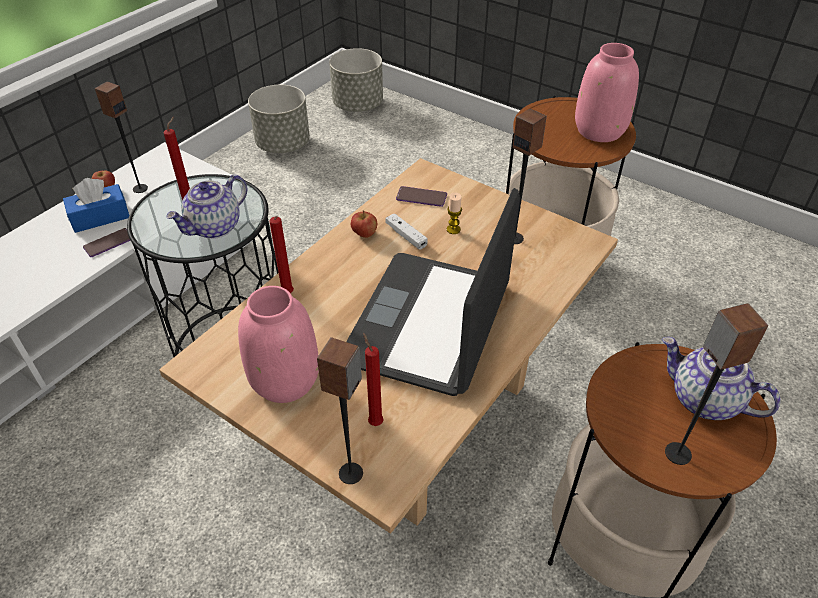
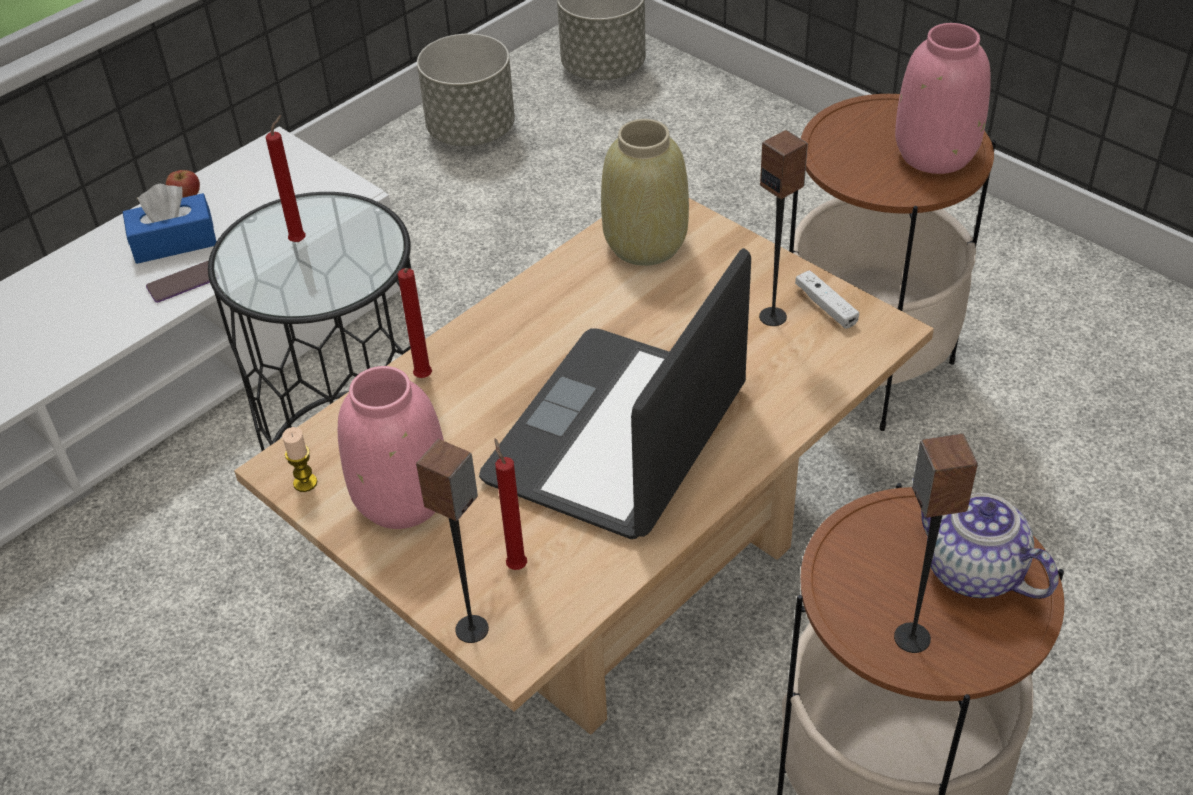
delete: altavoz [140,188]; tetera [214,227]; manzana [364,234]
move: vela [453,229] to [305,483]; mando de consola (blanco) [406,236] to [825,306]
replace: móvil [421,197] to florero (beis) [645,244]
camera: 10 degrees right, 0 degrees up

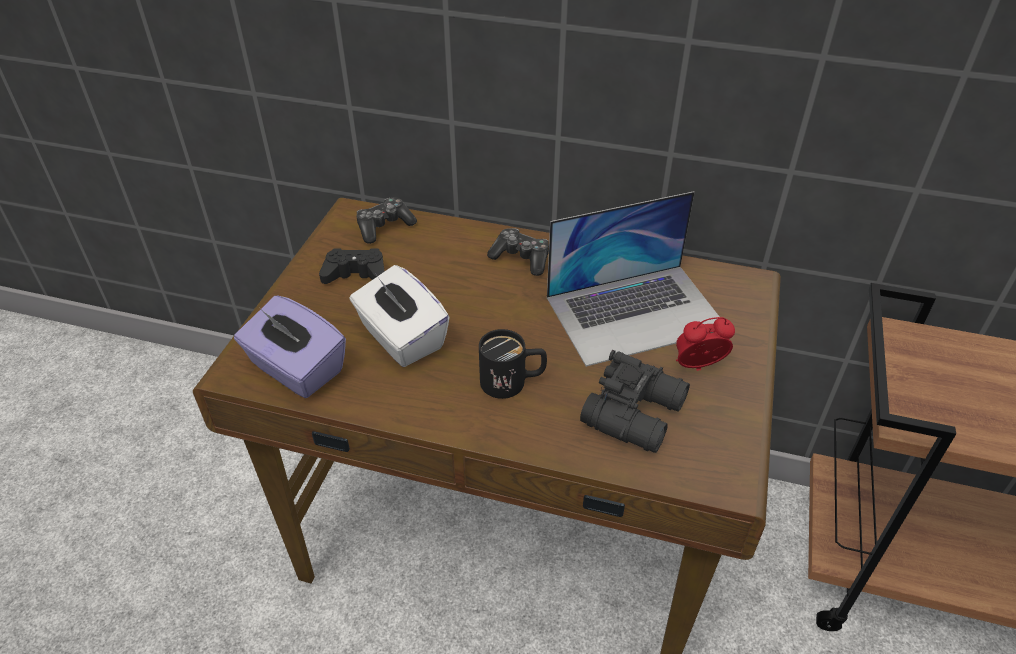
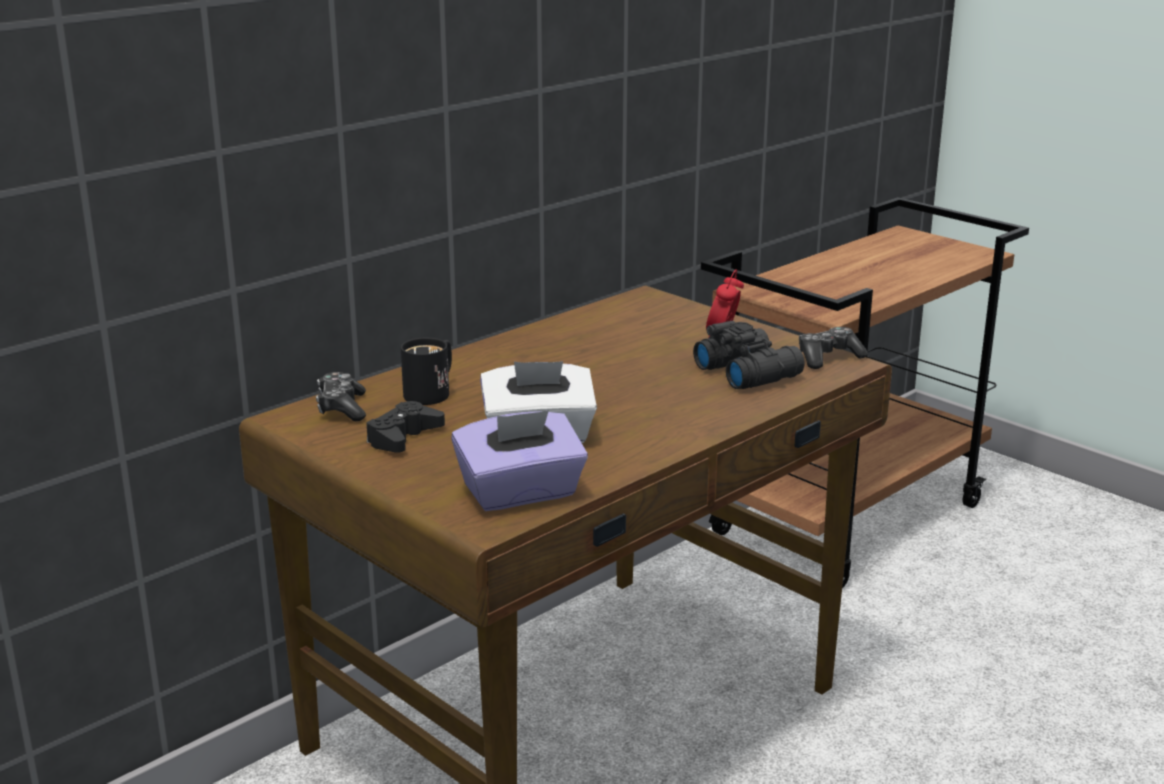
delete: portátil [636,313]
move: taza grande (negro) [512,382] to [432,392]; mando de consola [521,258] to [828,358]
camera: 60 degrees left, 20 degrees down

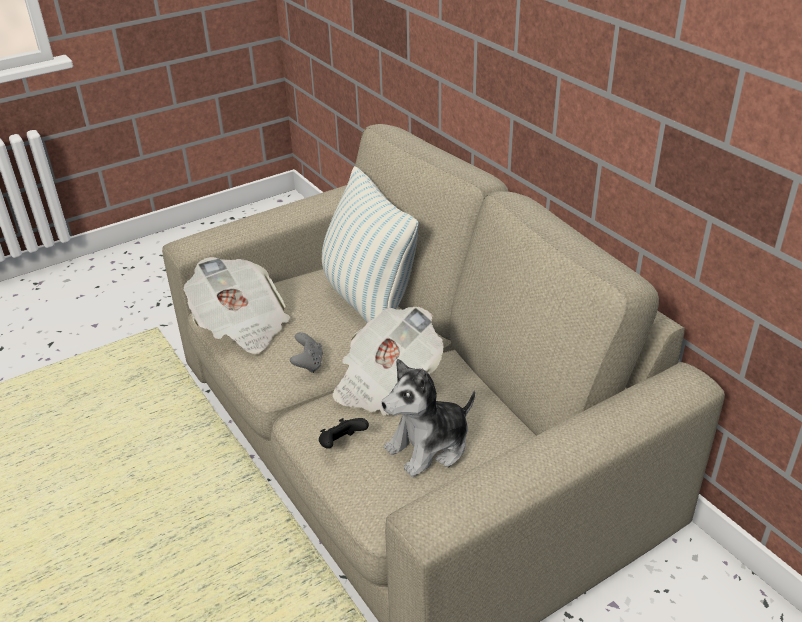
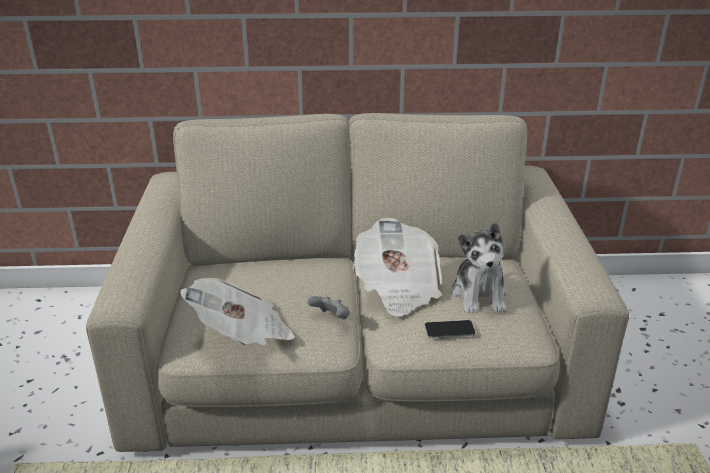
delete: cojín [368,300]
replace: mando de consola (negro) [341,444] to móvil [449,329]
camera: 60 degrees left, 5 degrees down

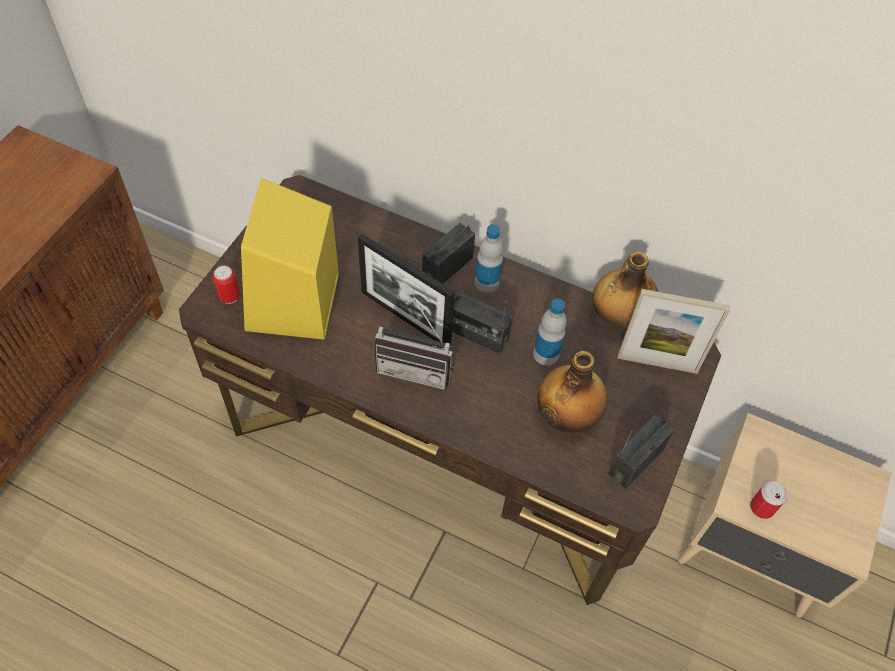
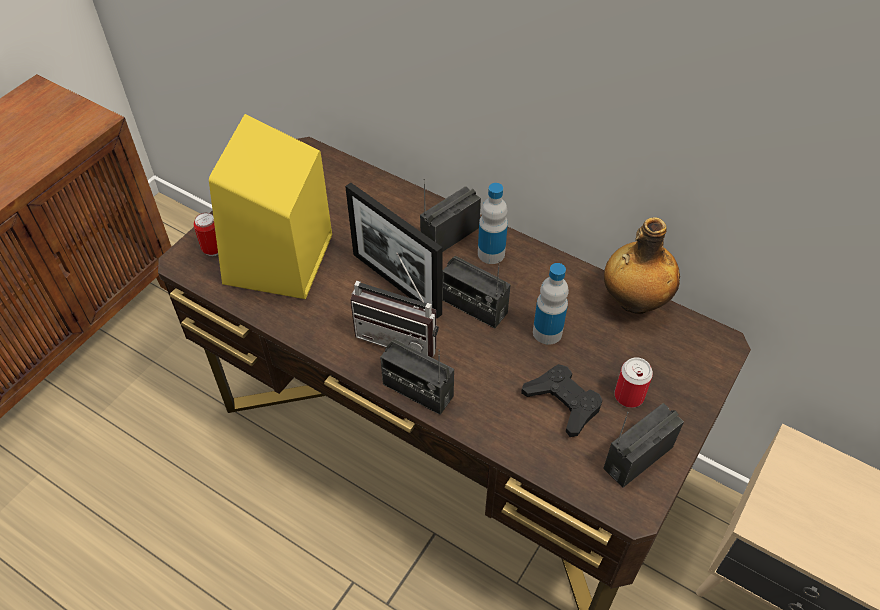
delete: portarretratos [657,363]
insert: radio [417,390]
move: lata [762,507] to [629,396]
replace: botella [567,417] to mando de consola (negro) [563,402]
camera: 10 degrees right, 5 degrees down

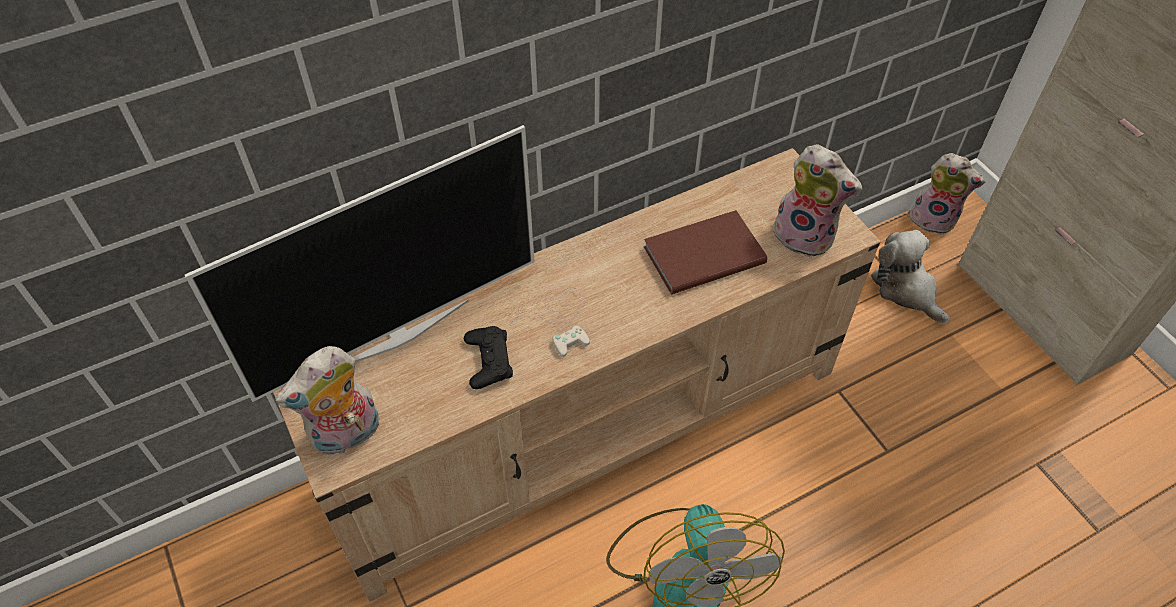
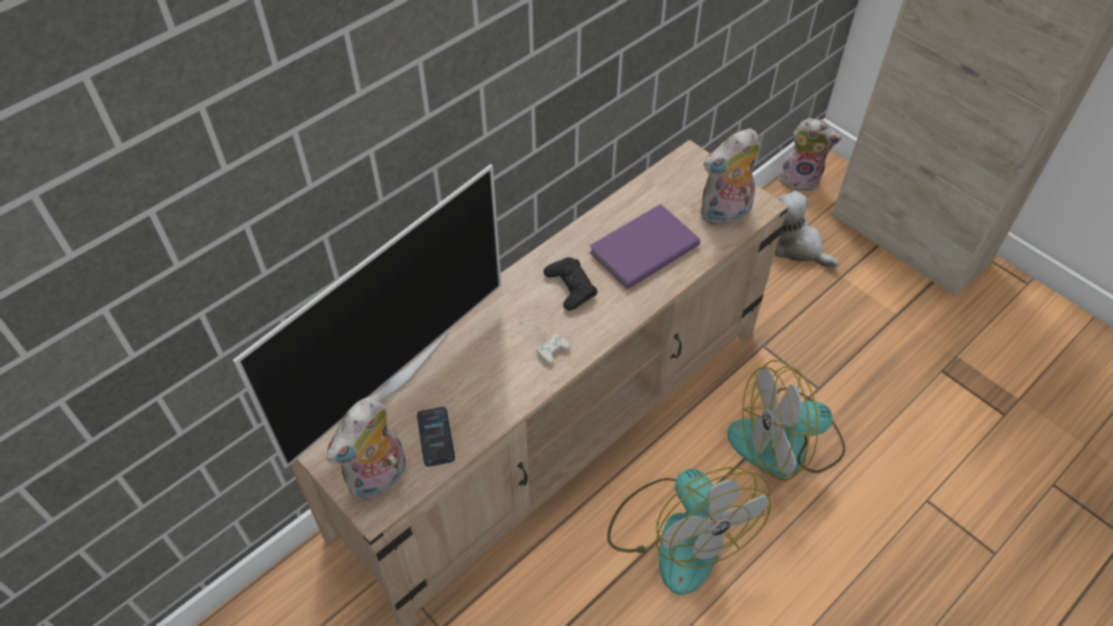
insert: móvil [435,437]; ventilador [786,444]
move: mando de consola (negro) [488,361] to [570,287]
recolor: libro (marrón) [701,254] to libro (morado) [641,248]
rotate: peluche [806,235] = [725,214] 135 degrees clockwise
camera: 15 degrees left, 0 degrees up

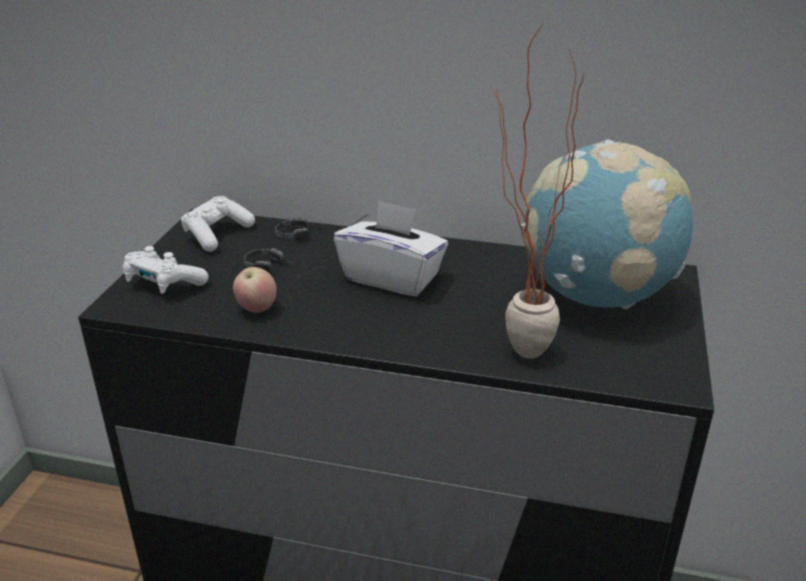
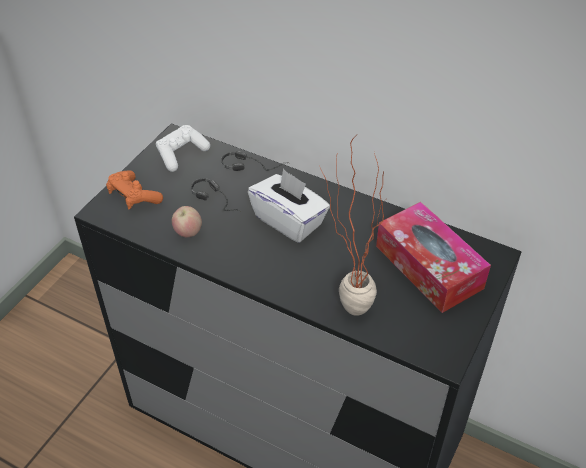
replace: globo terráqueo [596,296] to caja de pañuelos [428,267]
recolor: mando de consola (blanco) [164,284] to mando de consola (naranja) [134,197]
camera: 15 degrees right, 15 degrees up

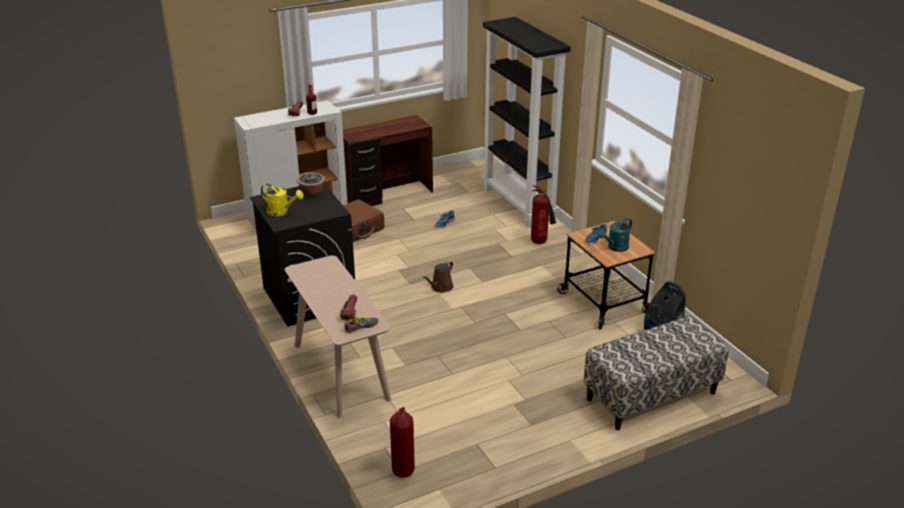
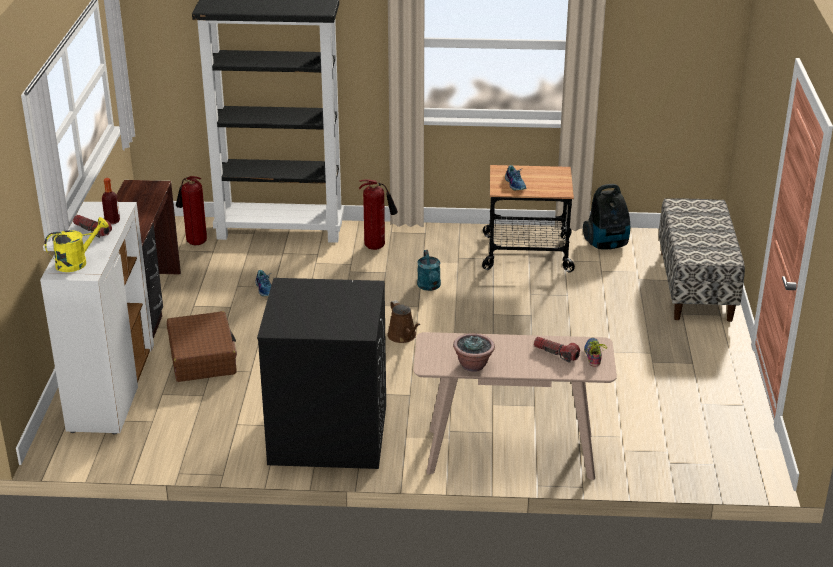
move: regadera (amarillo) [282,212] to [77,262]; extintor [403,470] to [194,242]; regadera (turquesa) [615,248] to [430,287]; planta en maceta [312,194] to [473,365]
camera: 60 degrees left, 0 degrees up

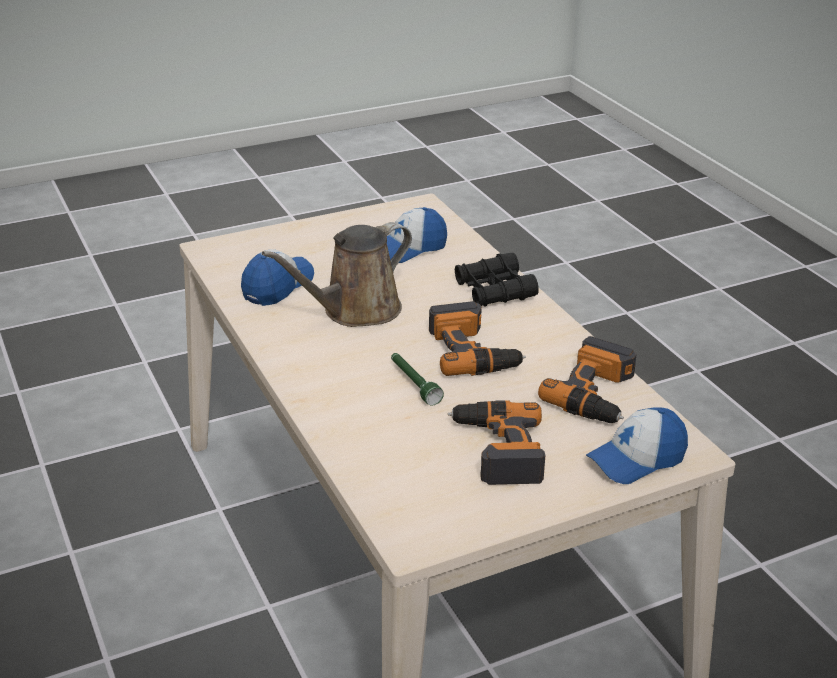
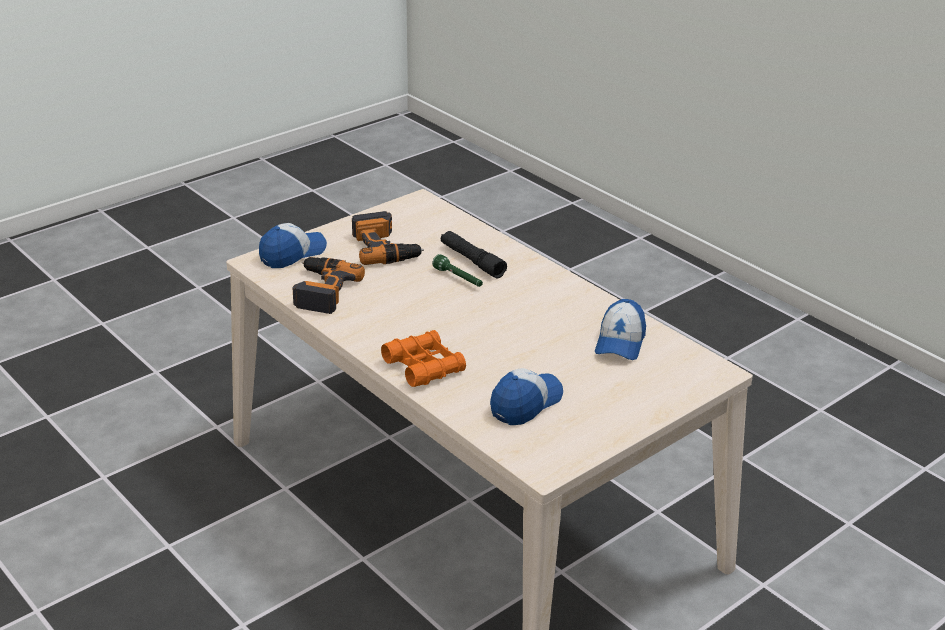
delete: regadera (marrón) [355,311]; taladro [473,351]
insert: linterna (negro) [472,261]
recolor: prismáticos (negro) [494,290] to prismáticos (naranja) [424,367]
camera: 165 degrees right, 0 degrees up

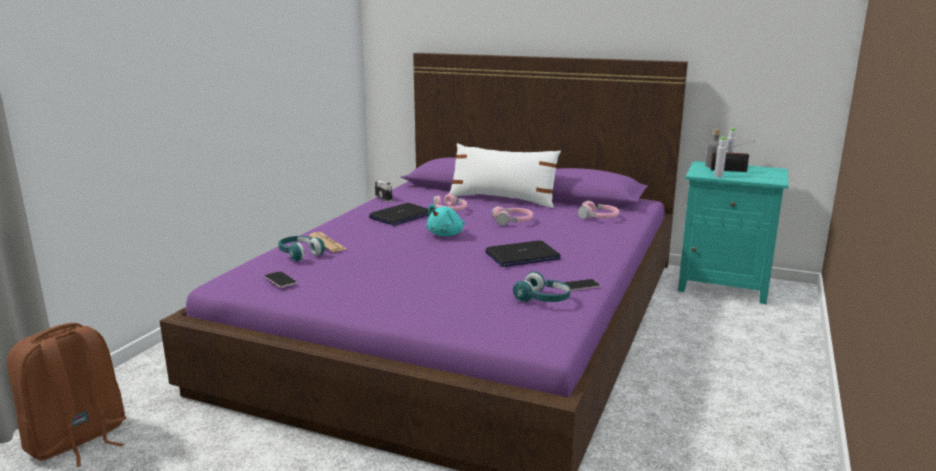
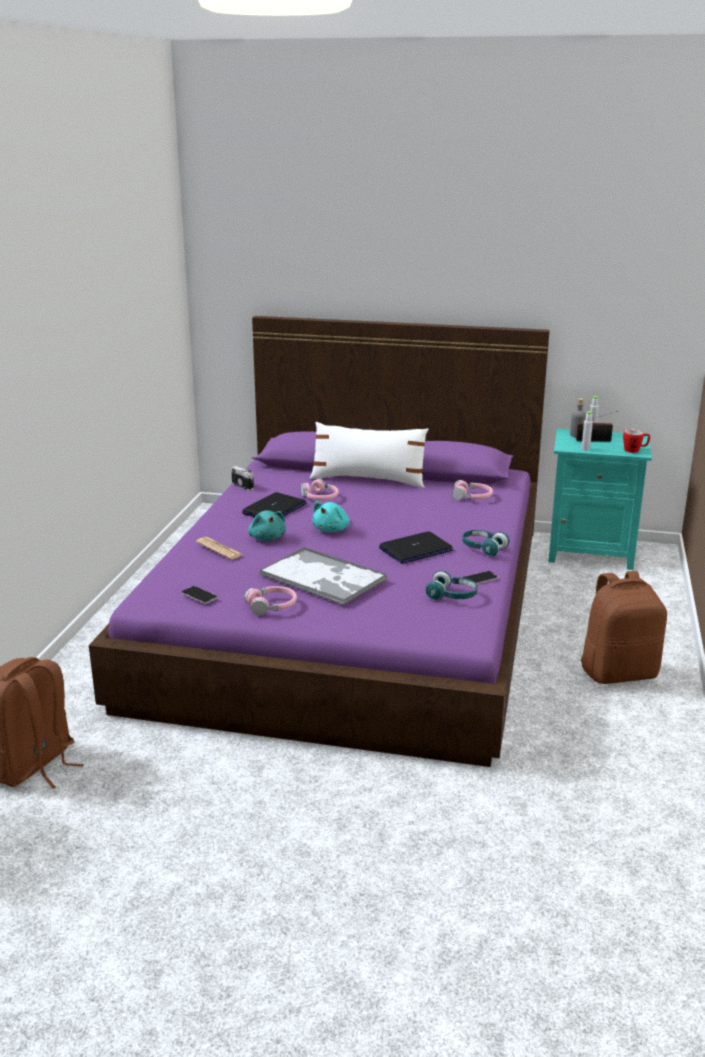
insert: peluche (turquesa) [267,538]; bandeja [324,577]; mochila (marrón) [618,672]; taza grande [635,450]
move: auriculares (rosa) [513,221] to [272,606]; auriculares (turquesa) [300,254] to [483,548]
camera: 10 degrees left, 5 degrees up

